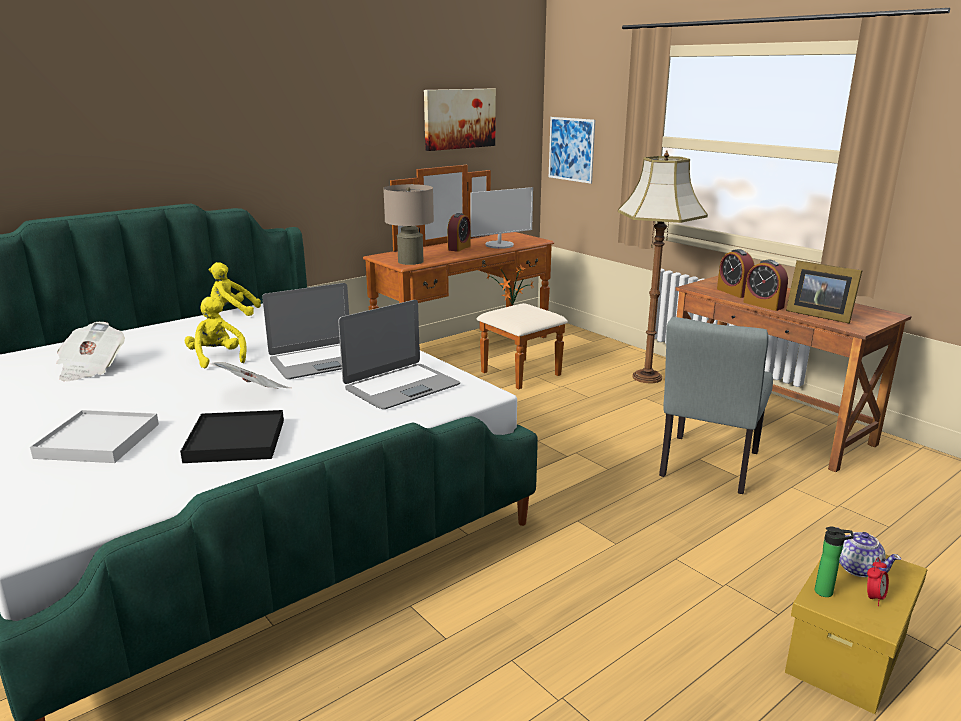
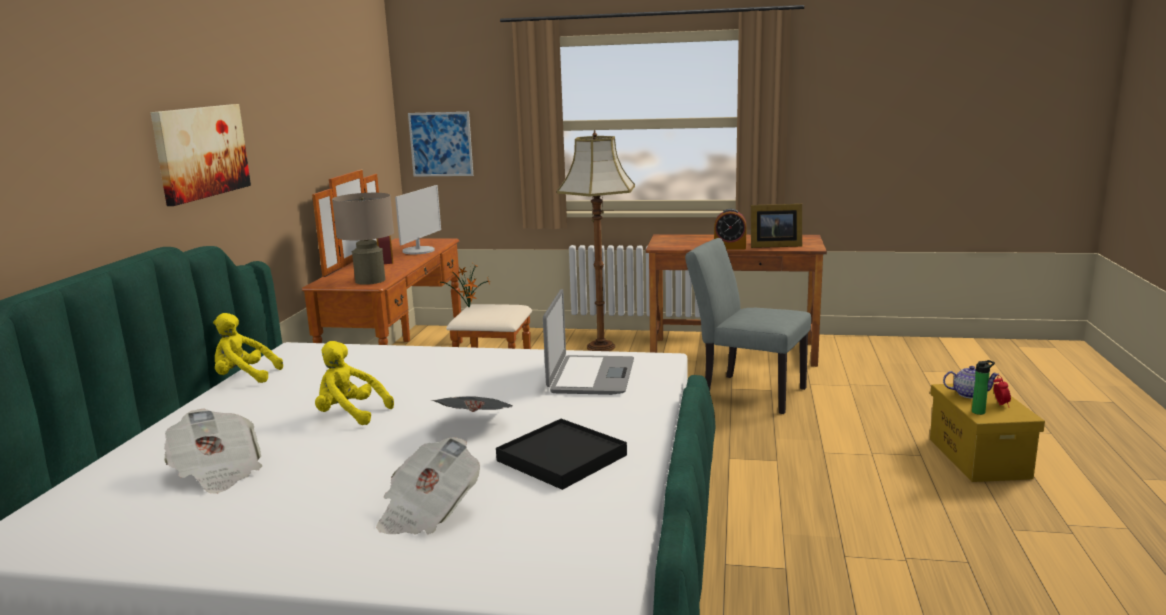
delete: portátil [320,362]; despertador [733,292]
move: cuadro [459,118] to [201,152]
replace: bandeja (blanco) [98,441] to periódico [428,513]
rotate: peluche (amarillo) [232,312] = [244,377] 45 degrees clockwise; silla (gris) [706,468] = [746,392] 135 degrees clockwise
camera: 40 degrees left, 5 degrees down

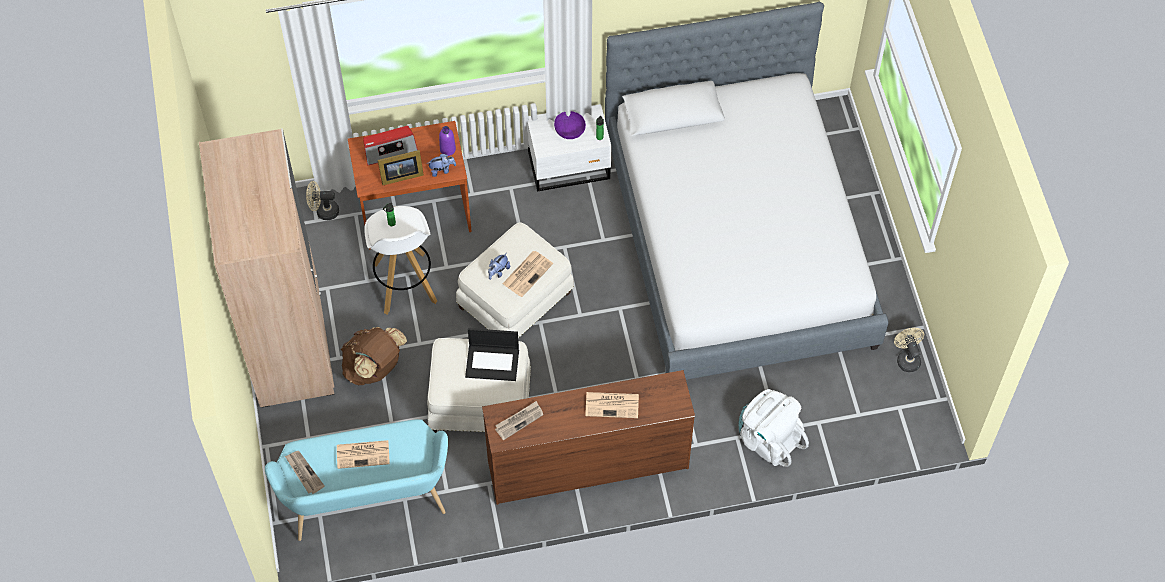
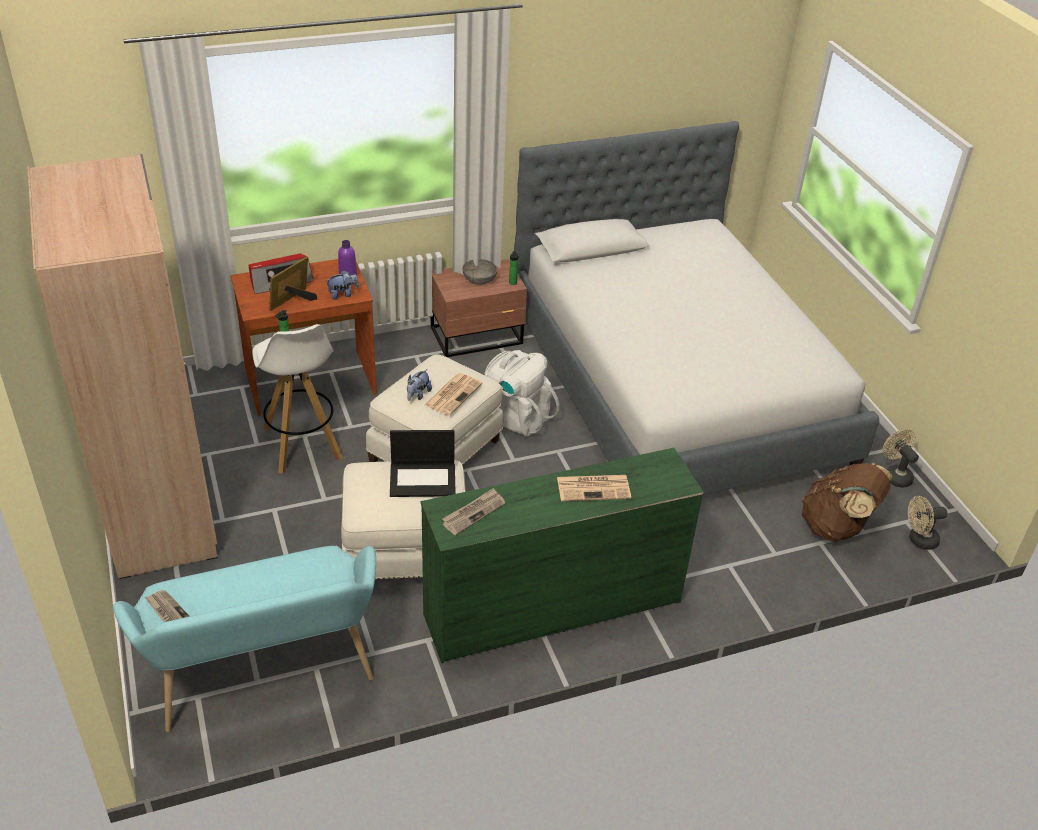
delete: periódico [364,454]
move: mochila (blanco) [768,439] to [515,417]; mochila (marrón) [374,368] to [836,527]; ventilador (beis) [323,211] to [918,540]
recolor: cómoda (marrón) [587,464] to cómoda (verde) [551,607]; mesita de noche (blanco) [570,166] to mesita de noche (marrón) [478,336]; cuenco (morado) [569,130] to cuenco (gris) [479,279]
rotate: portarretratos [400,175] = [293,301] 150 degrees clockwise
camera: 10 degrees left, 20 degrees down

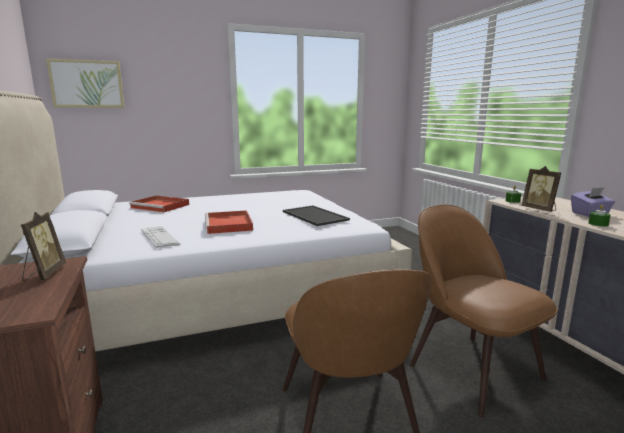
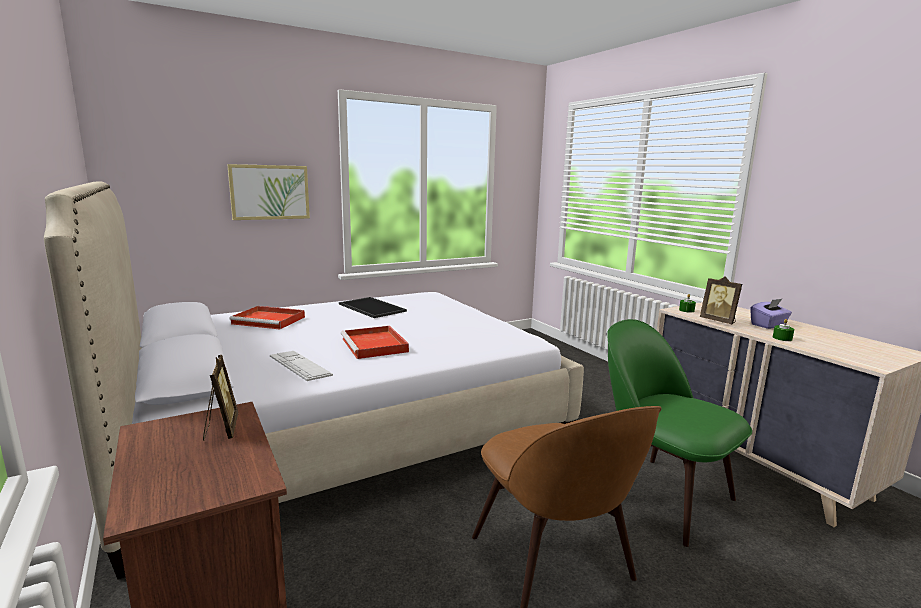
move: cuadro [87,84] to [270,192]; bandeja [313,216] to [370,308]
recolor: silla (marrón) [470,368] to silla (verde) [660,494]
camera: 10 degrees left, 0 degrees up

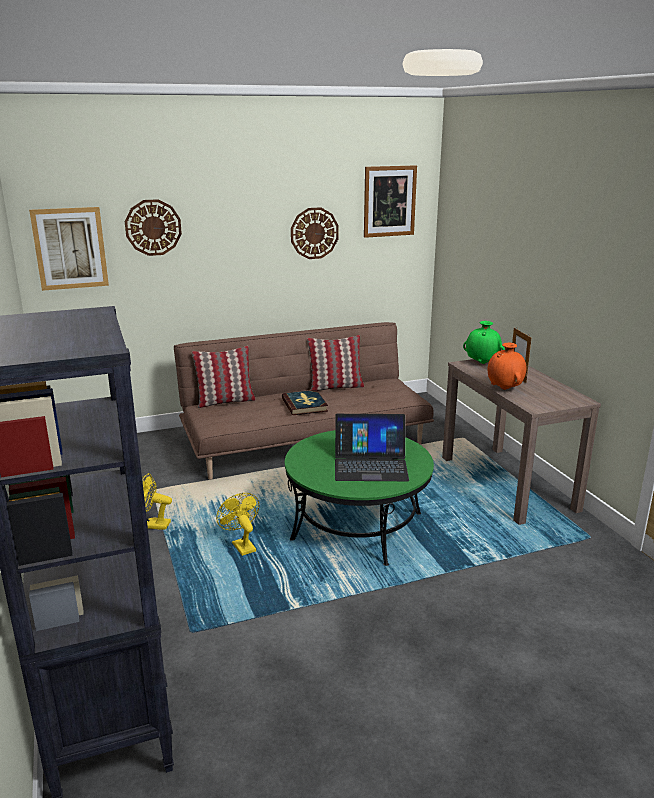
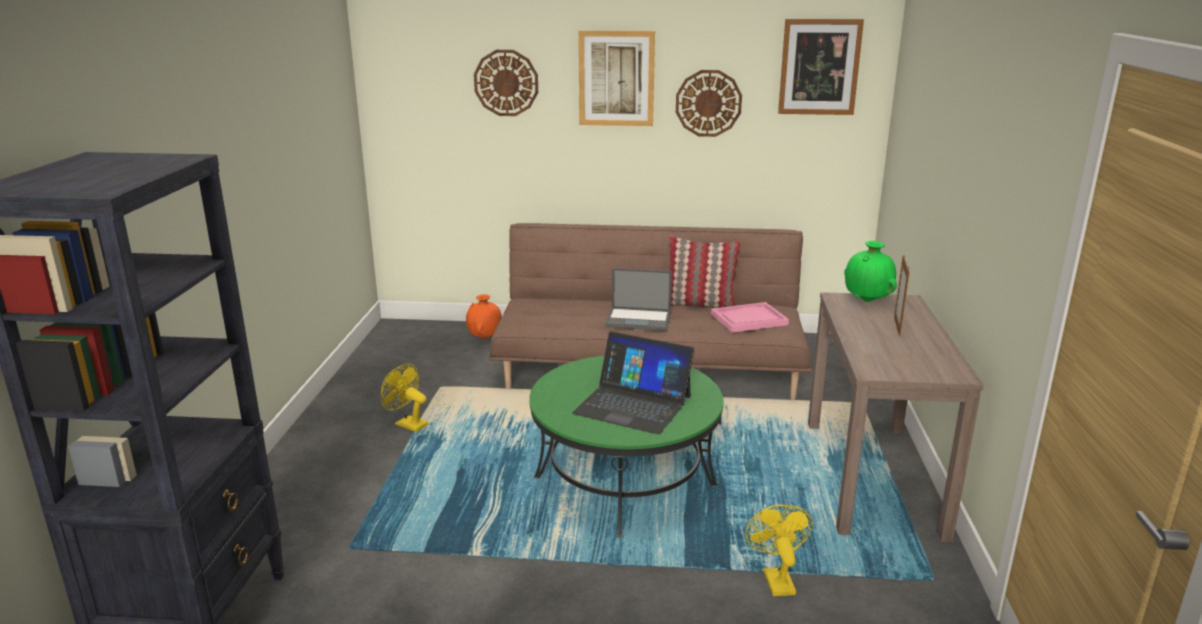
delete: cojín [225,401]
insert: bandeja (rosa) [748,319]
move: florero (naranja) [504,389] to [485,338]; cuadro [70,248] to [616,78]; ventilador (amarillo) [241,545] to [776,578]
replace: libro [305,405] to portátil [639,319]
camera: 25 degrees right, 0 degrees up

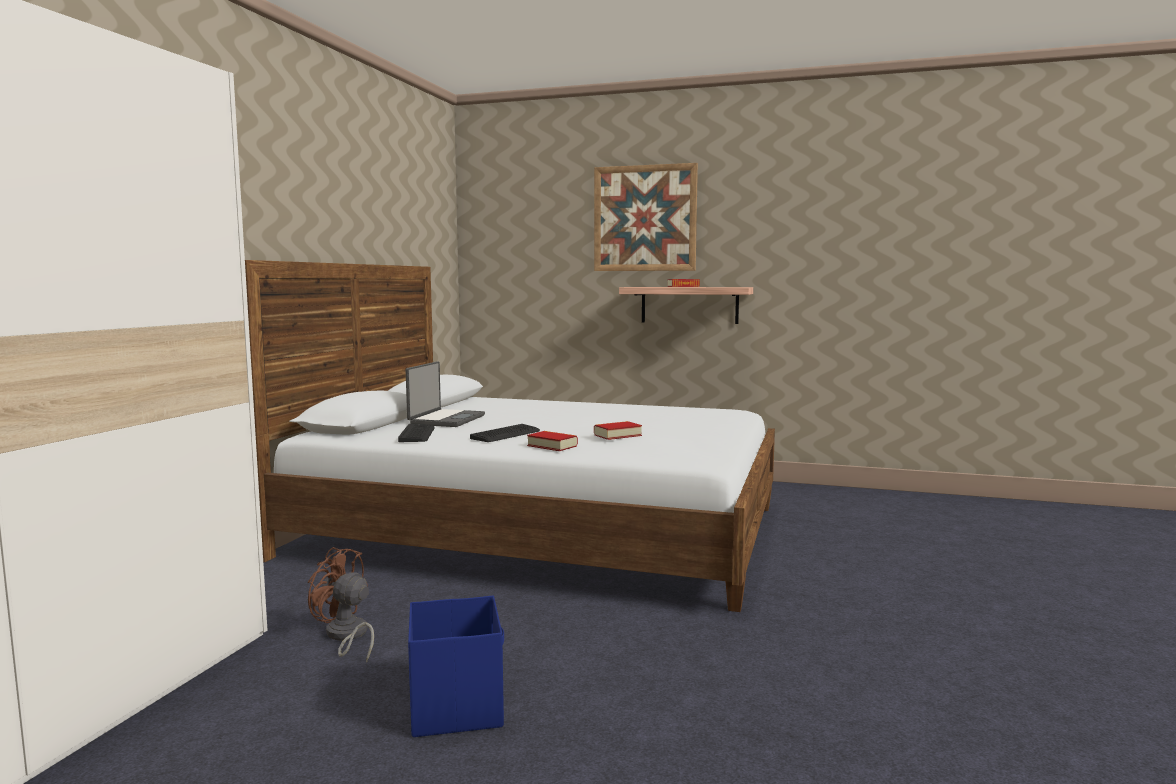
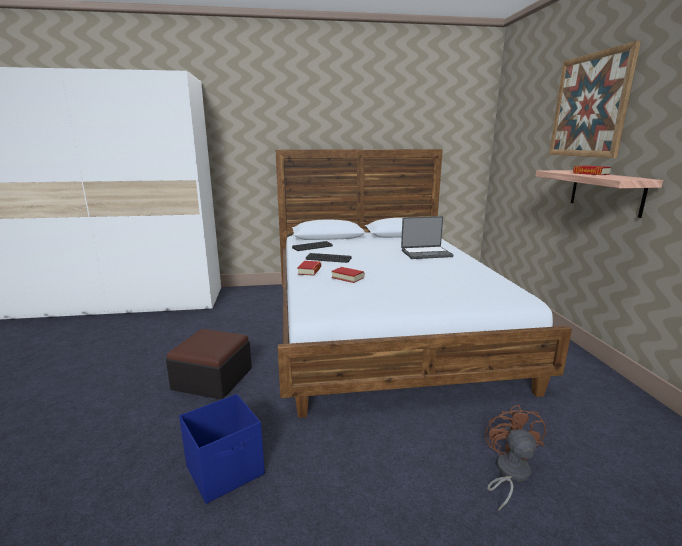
insert: puf [212,379]
move: caja de almacenaje (azul) [457,706] to [226,470]; portátil [446,420] to [426,253]; ventilador (marrón) [346,636] to [509,473]
camera: 65 degrees right, 10 degrees up

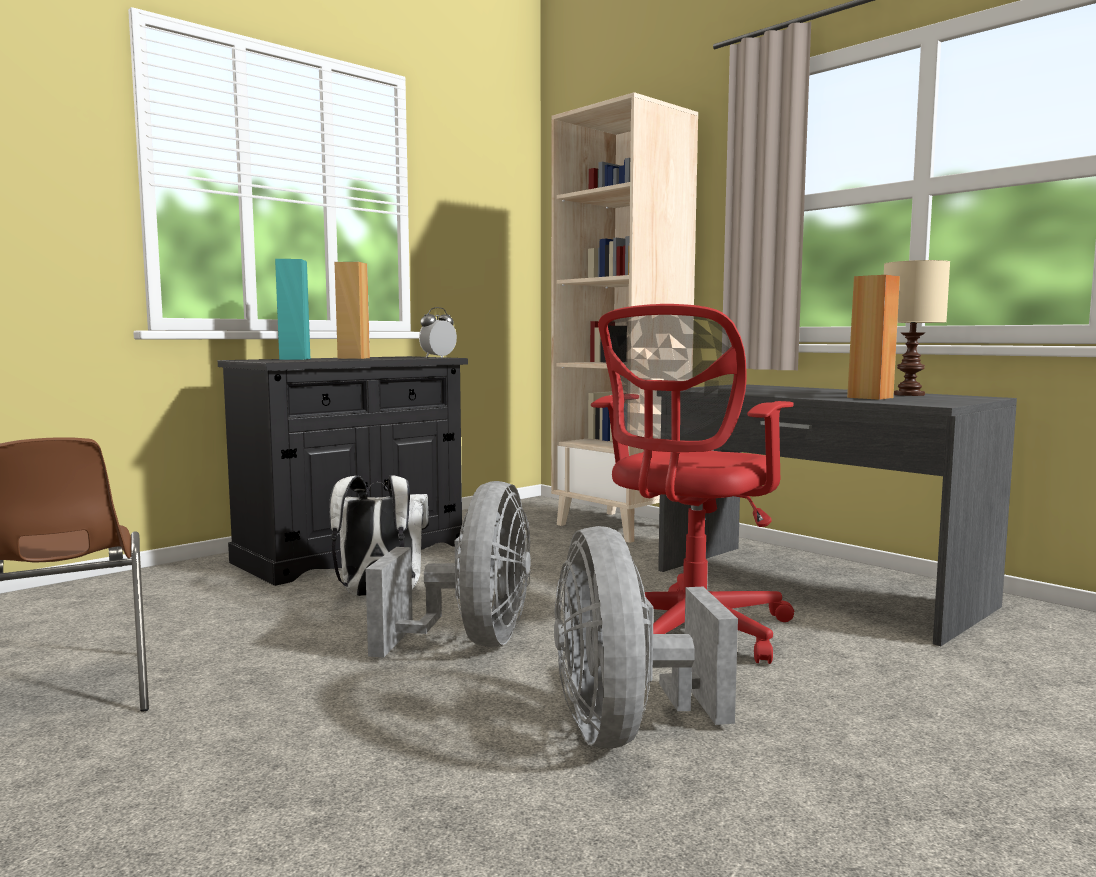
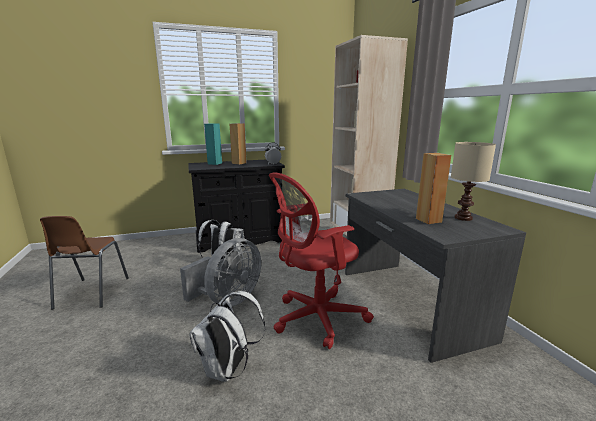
replace: ventilador (gris) [625,730] to mochila (blanco) [228,370]
camera: 25 degrees right, 10 degrees up

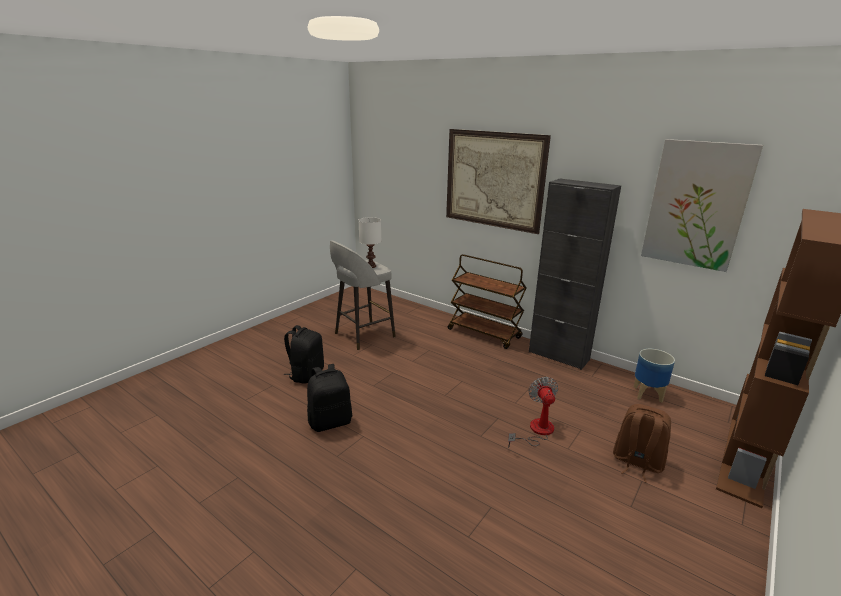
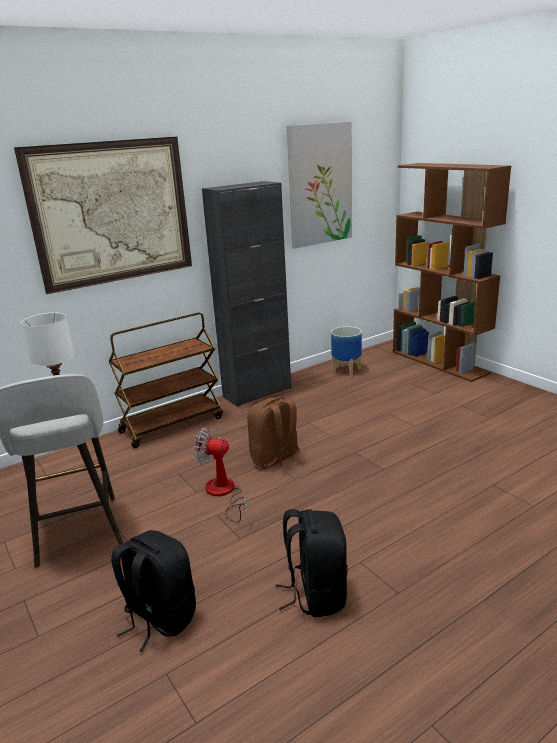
move: ventilador [536,431] to [223,493]; mochila (marrón) [636,462] to [276,460]
camera: 70 degrees left, 0 degrees up

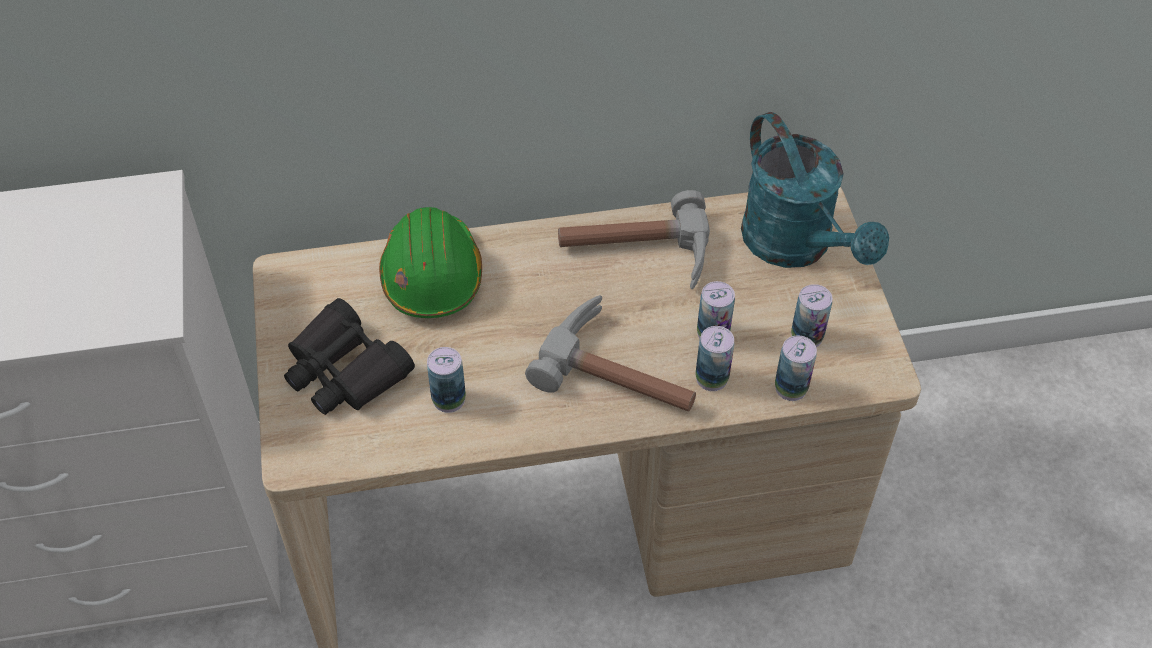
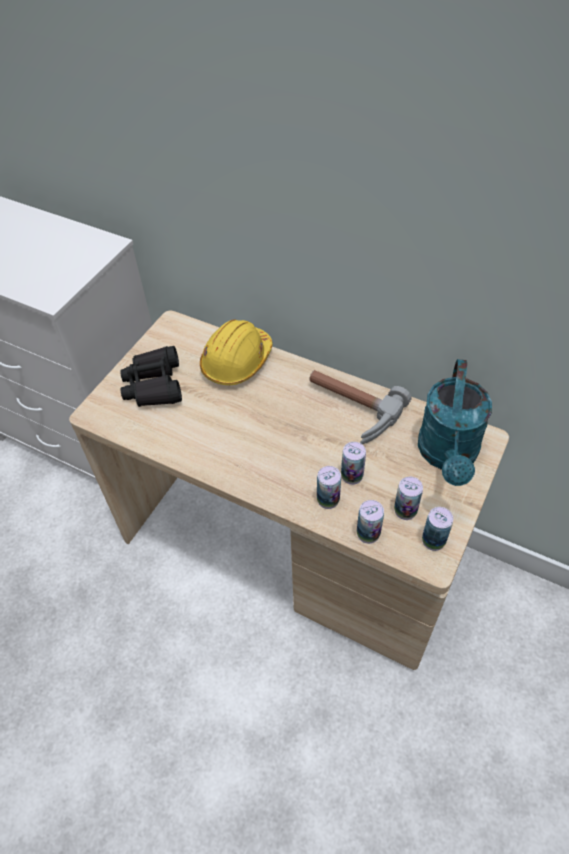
delete: martillo [623,370]
move: lata [449,399] to [433,540]
recolor: casco (verde) [432,275] to casco (amarillo) [237,362]
camera: 40 degrees right, 0 degrees up

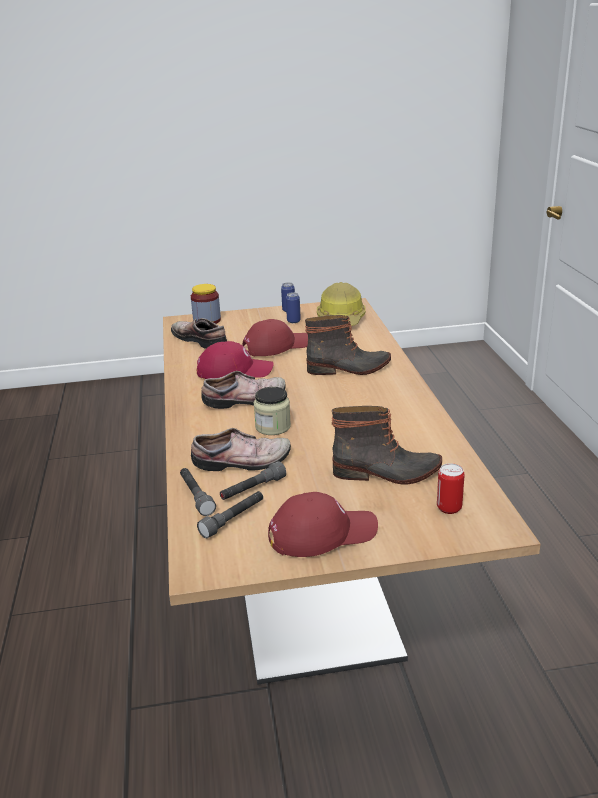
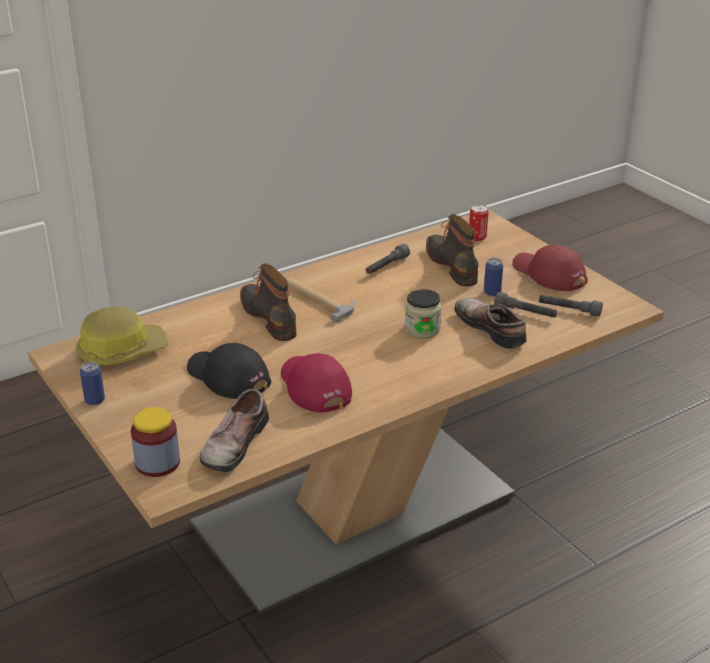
delete: zapato [246,400]
insert: martillo [318,299]
move: linterna (gris) [196,497] to [386,266]; lata [293,321] to [492,292]
recolor: gorra (rojo) [276,346] to gorra (negro) [227,377]
camera: 115 degrees left, 5 degrees up

